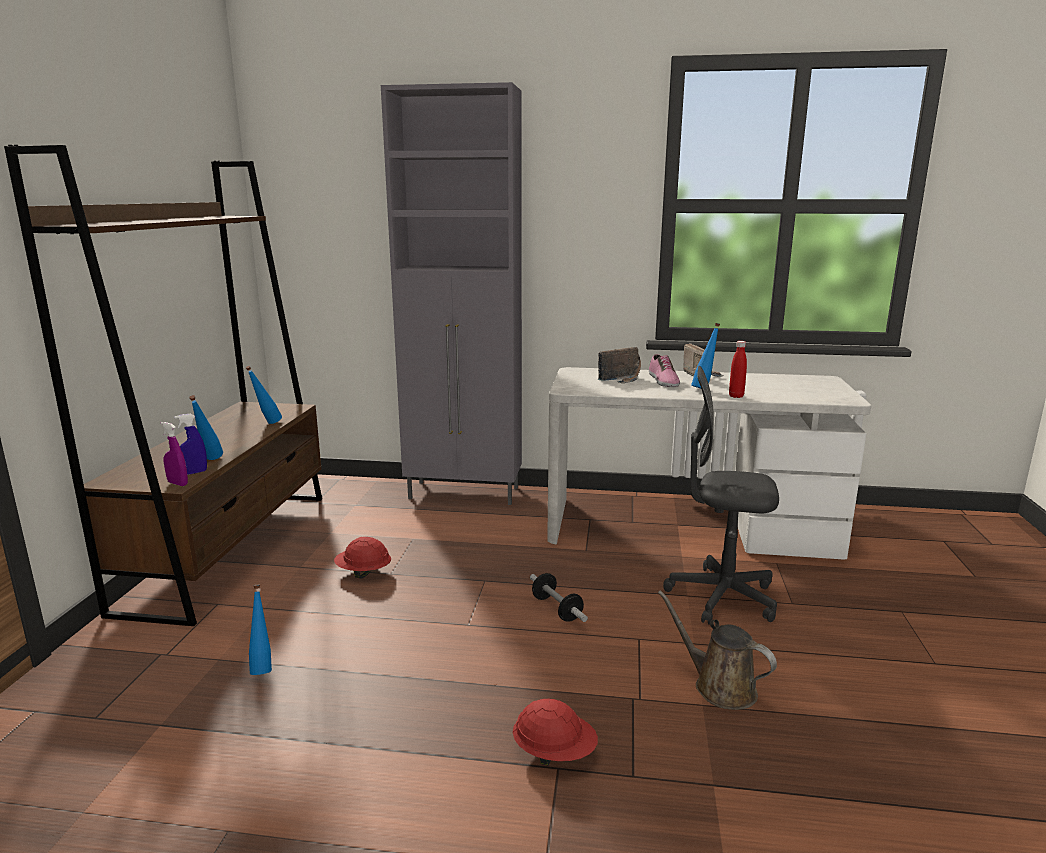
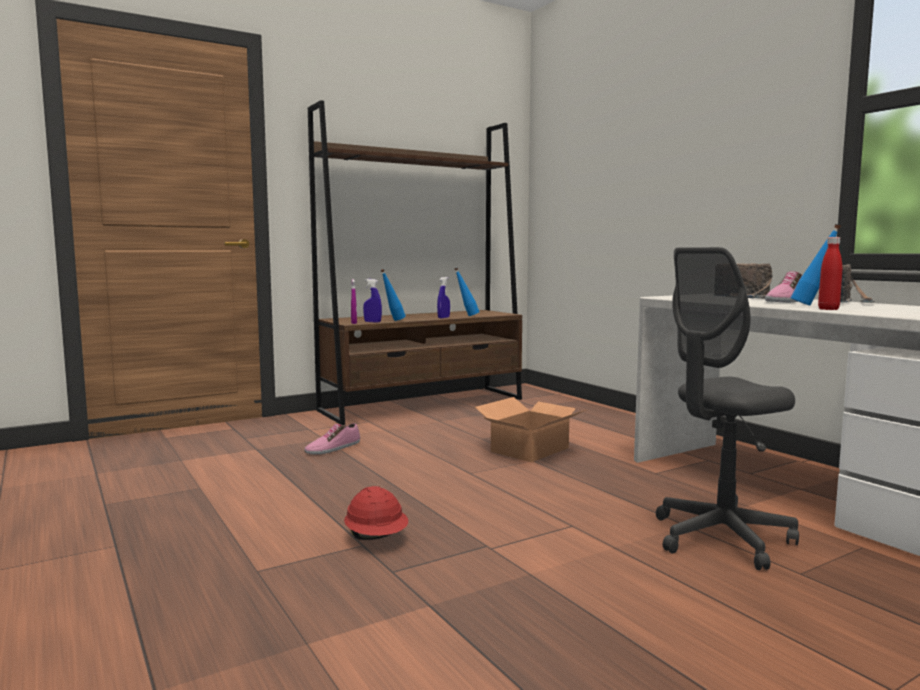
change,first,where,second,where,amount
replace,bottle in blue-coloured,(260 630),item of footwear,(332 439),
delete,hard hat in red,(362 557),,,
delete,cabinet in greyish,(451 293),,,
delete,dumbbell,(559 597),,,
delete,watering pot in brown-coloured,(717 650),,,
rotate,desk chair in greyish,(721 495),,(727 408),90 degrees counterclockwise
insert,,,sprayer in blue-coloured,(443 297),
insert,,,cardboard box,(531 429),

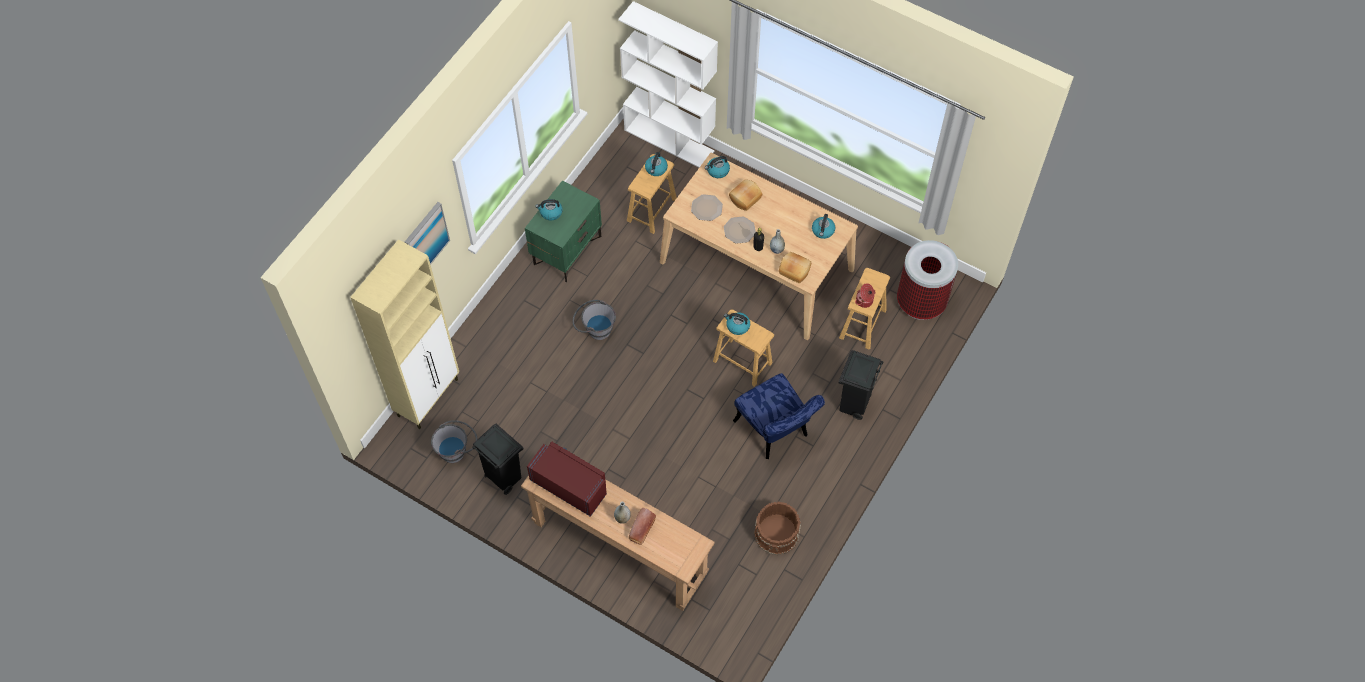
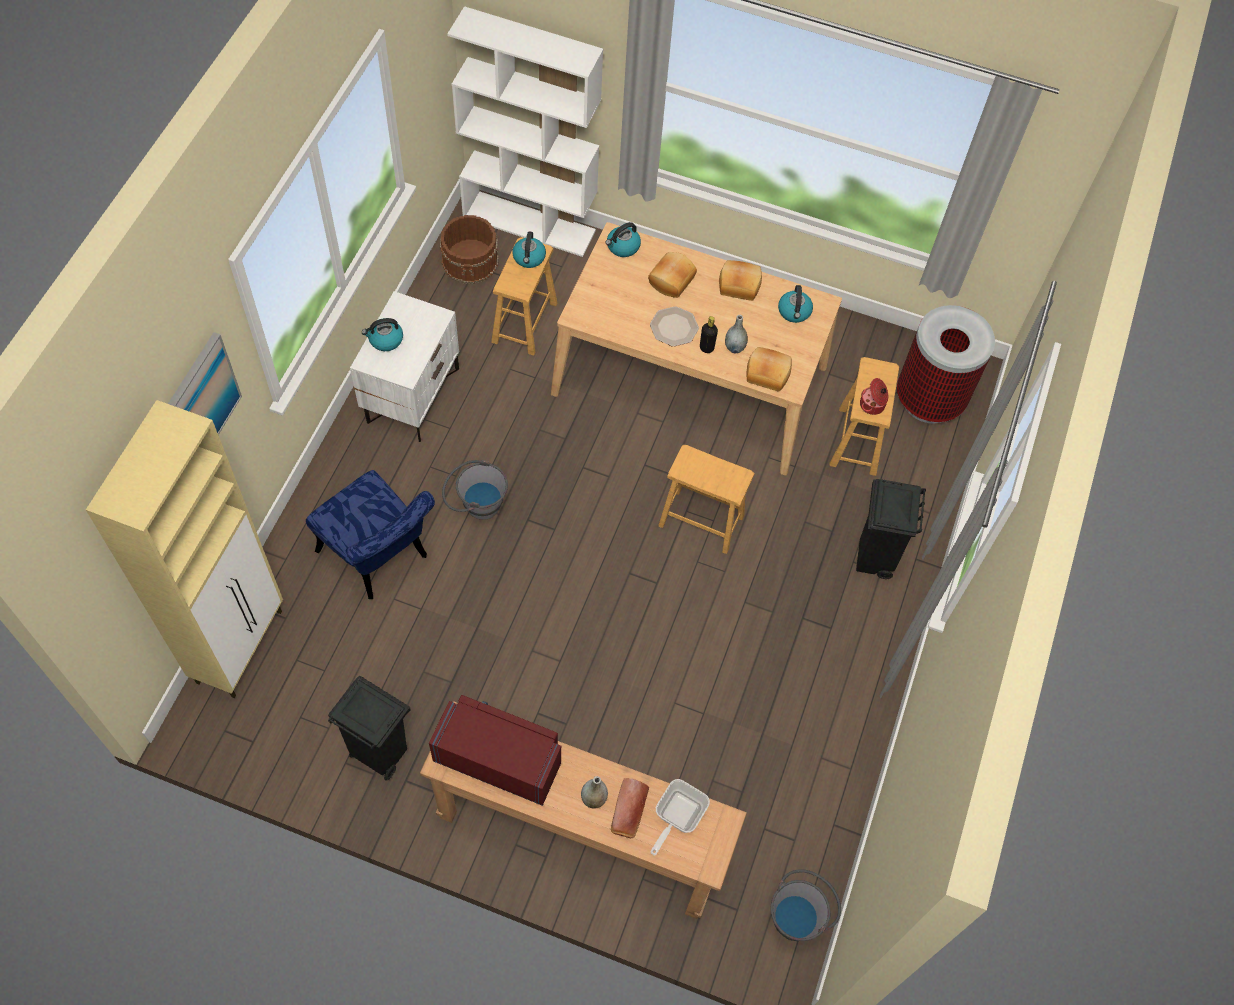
change,first,where,second,where,amount
move,water bucket in greyish,(454 441),,(806 905),
recolor,nightstand in green-coloured,(563 231),nightstand in whitish,(404 366),
delete,dinner plate,(707 207),,,
delete,tea kettle,(737 323),,,
move,plain chair in blue-coloured,(779 416),,(370 534),
move,water bucket in brown-coloured,(777 528),,(469 249),
insert,,,pan,(680 817),
insert,,,baked bread,(740 280),

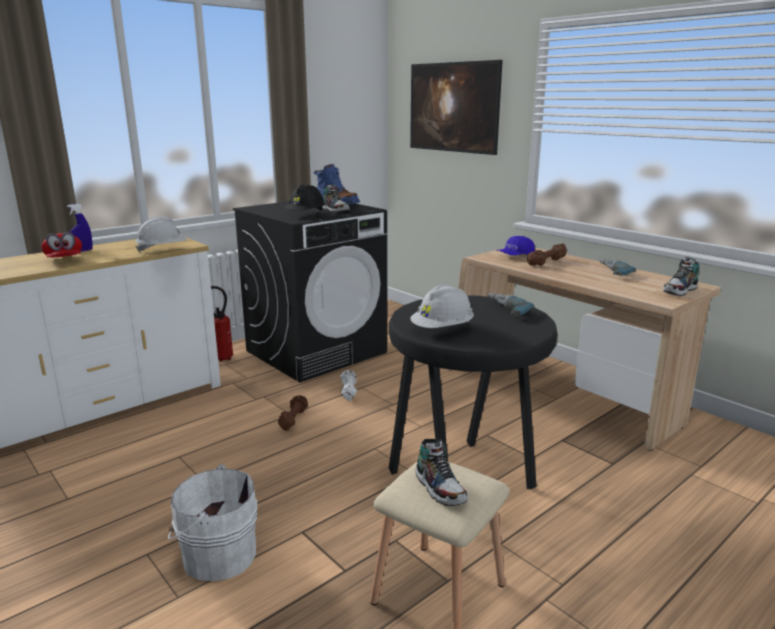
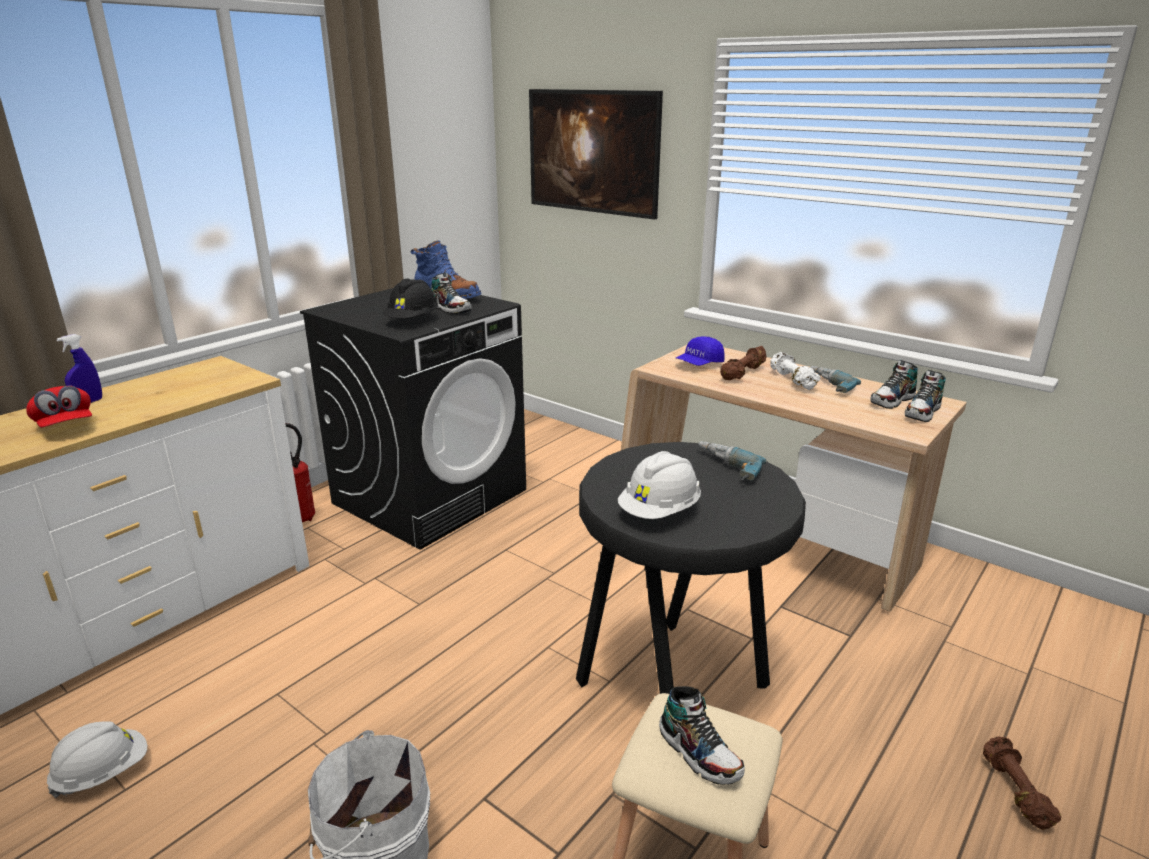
change,first,where,second,where,amount
move,hard hat in whitish,(161 234),,(97 759),
move,dumbbell in brown-coloured,(293 413),,(1022 783),
move,dumbbell in whitish,(348 385),,(796 371),
insert,,,item of footwear,(894 384),

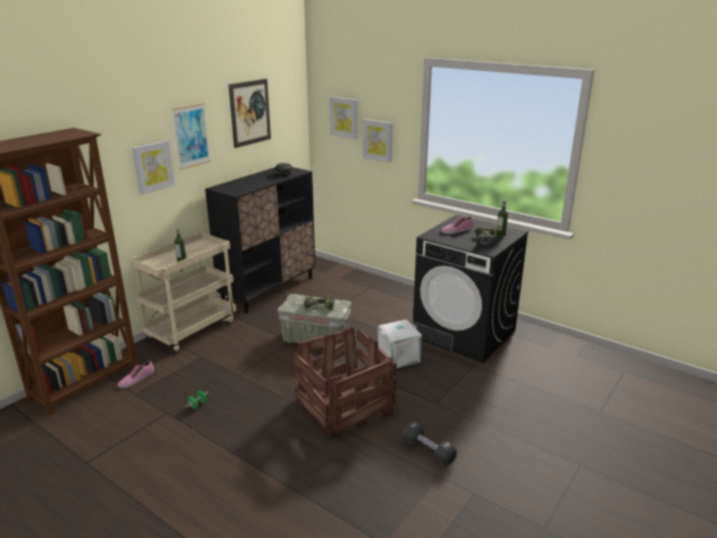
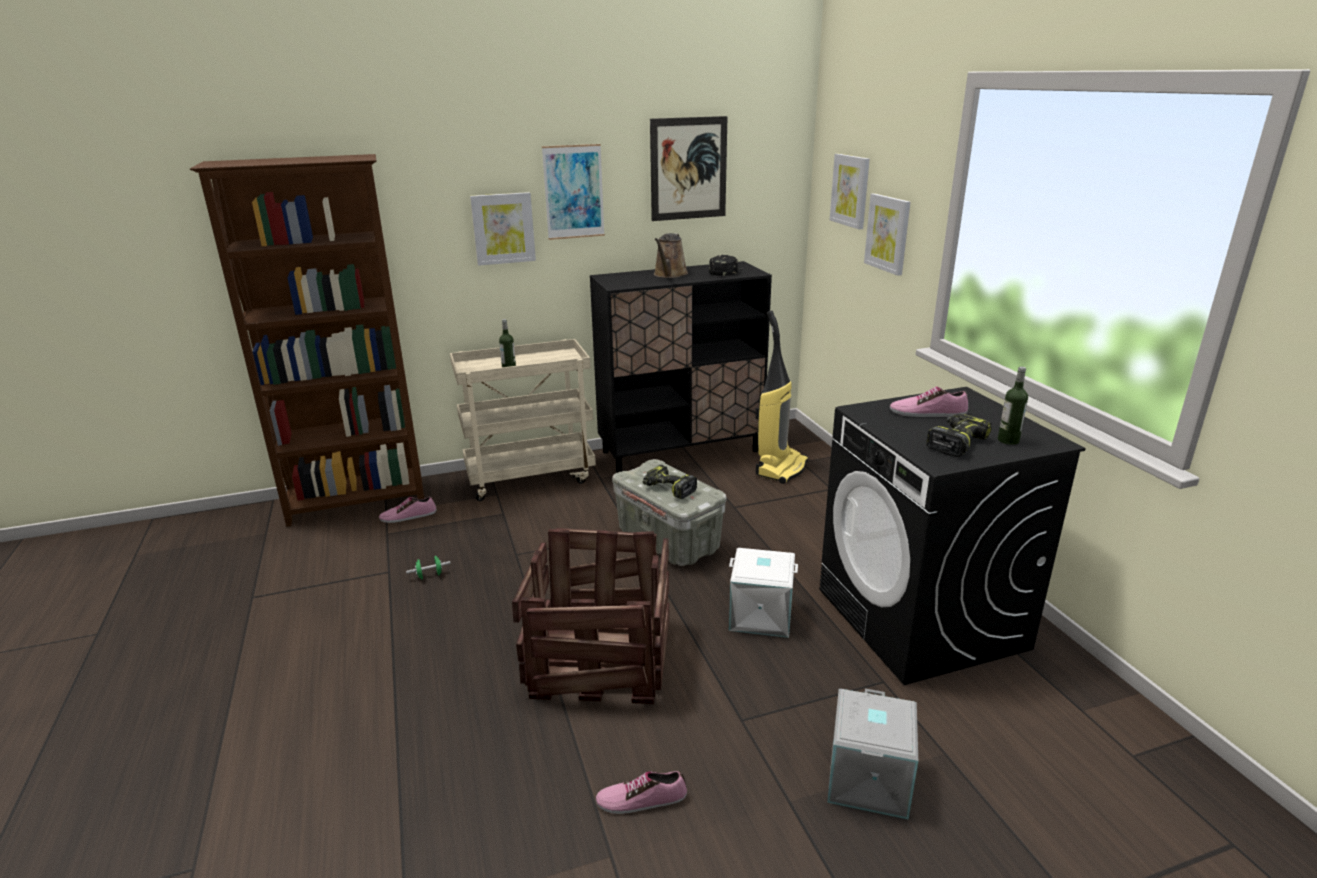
change,first,where,second,where,amount
replace,dumbbell in black,(430 443),item of footwear,(641 792),
insert,,,watering pot in brown-coloured,(671 255),
insert,,,vacuum,(781 397),
insert,,,storage bin in greyish,(872 754),

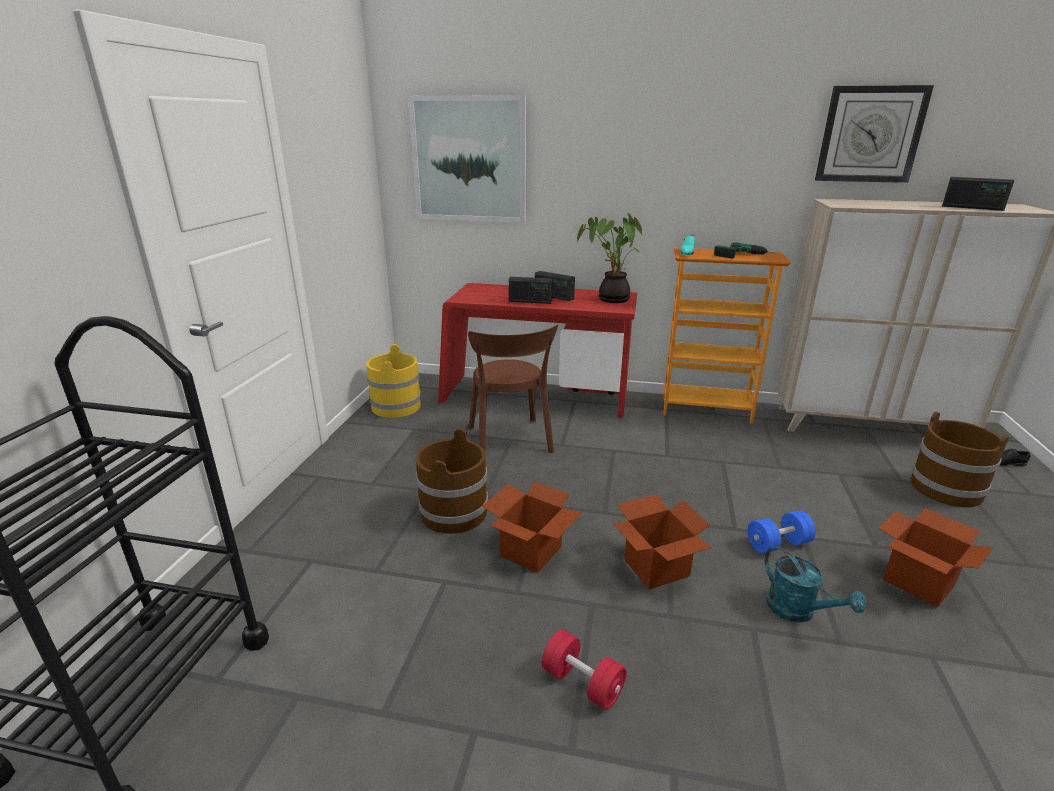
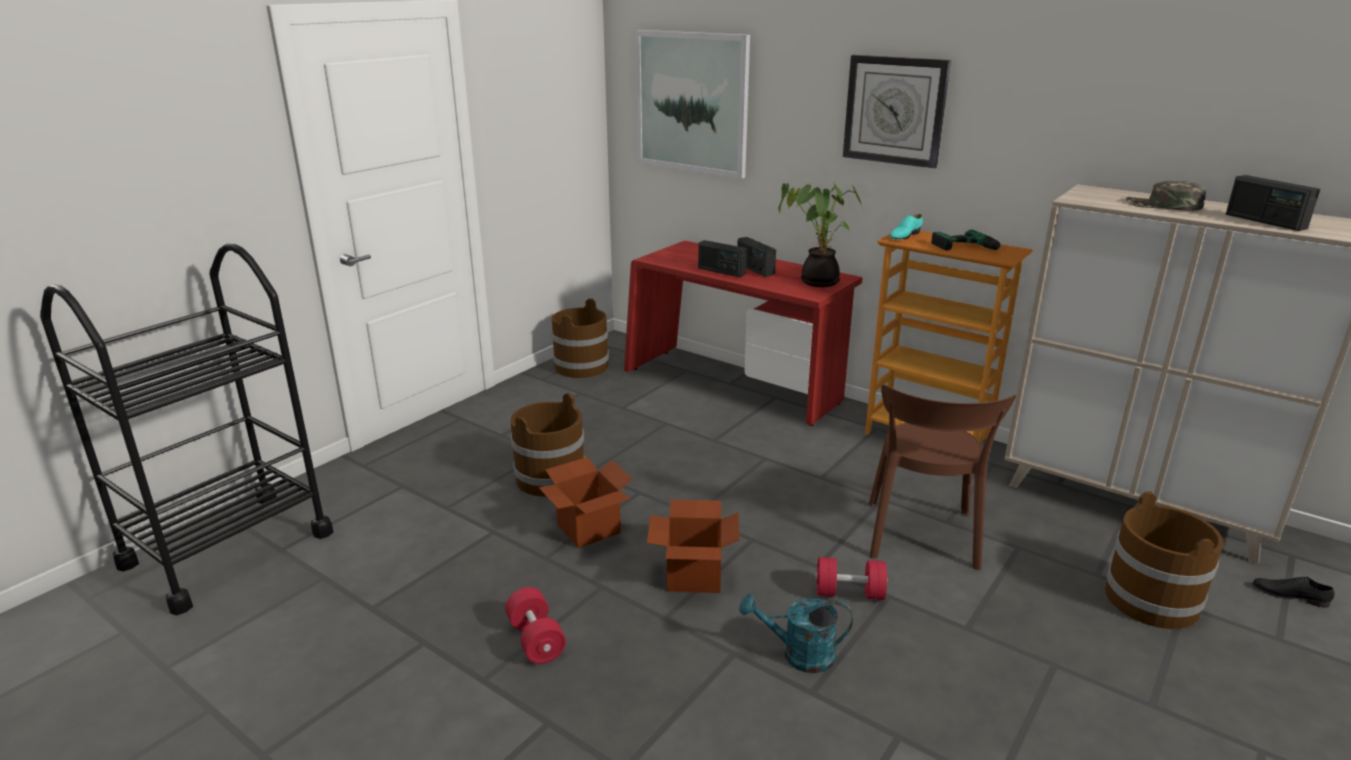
change,first,where,second,where,amount
recolor,water bucket in yellow-coloured,(393 381),water bucket in brown-coloured,(580 338),
move,plain chair in brown-coloured,(513 388),,(942 477),
recolor,dumbbell in blue-coloured,(781 532),dumbbell in red,(851 578),
rotate,watering pot in blue-green,(815 584),,(796 633),105 degrees clockwise
move,wall clock,(874 134),,(897 112),
delete,cardboard box,(936 558),,,
insert,,,baseball cap in green-coloured,(1166 196),

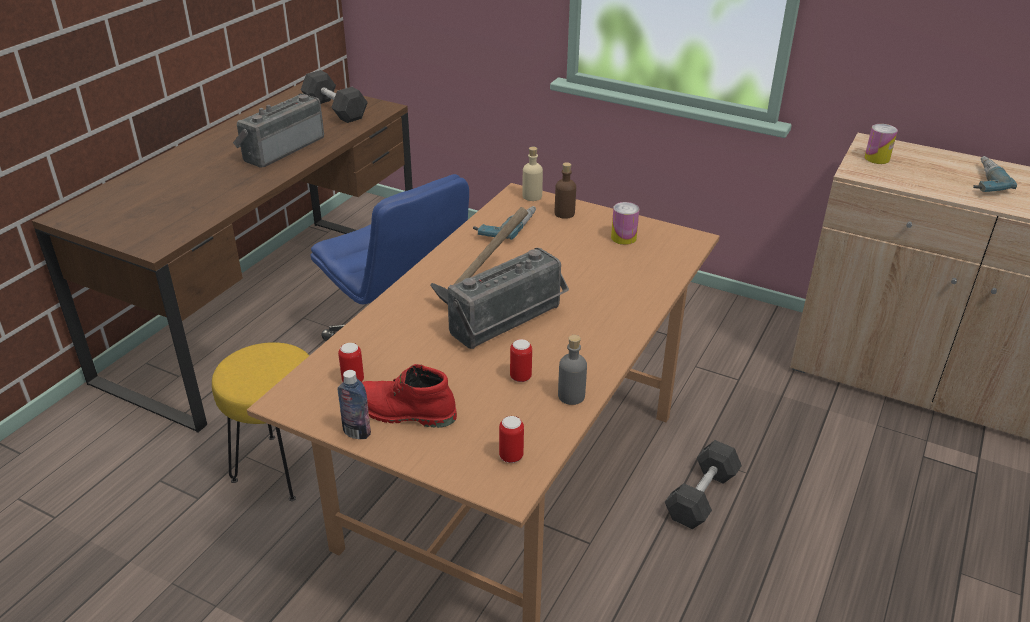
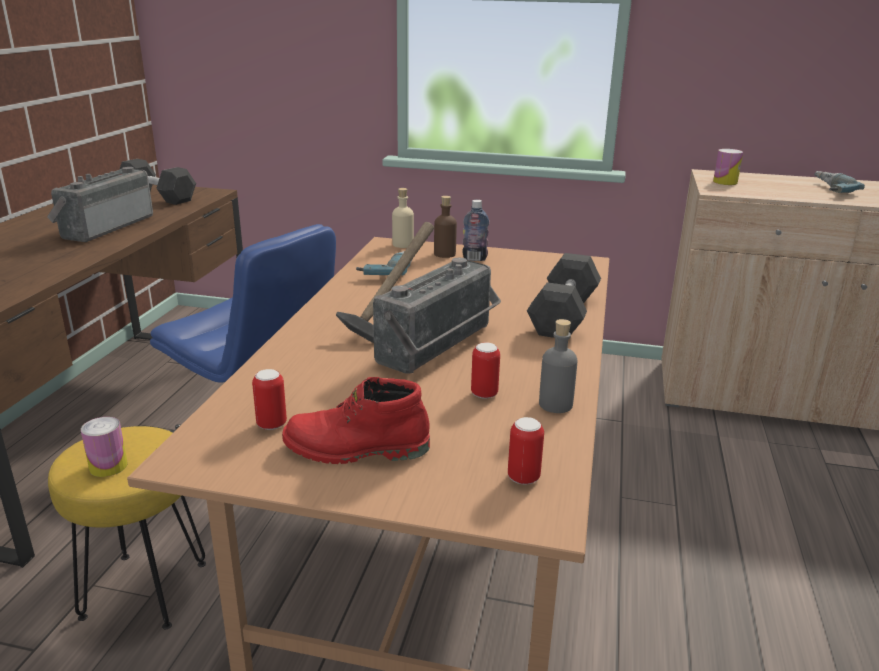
change,first,where,second,where,amount
move,bottle,(354 404),,(475 230),
move,metal can,(625 223),,(104 447),
move,dumbbell in greyish,(703 484),,(564 295),

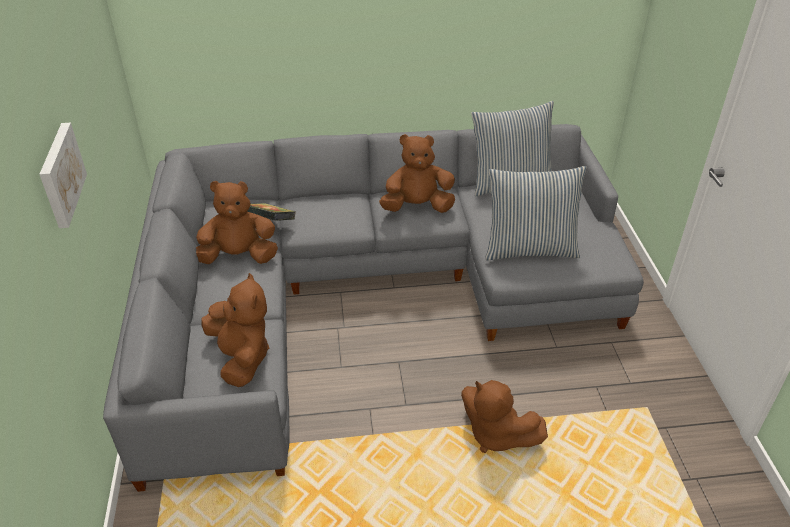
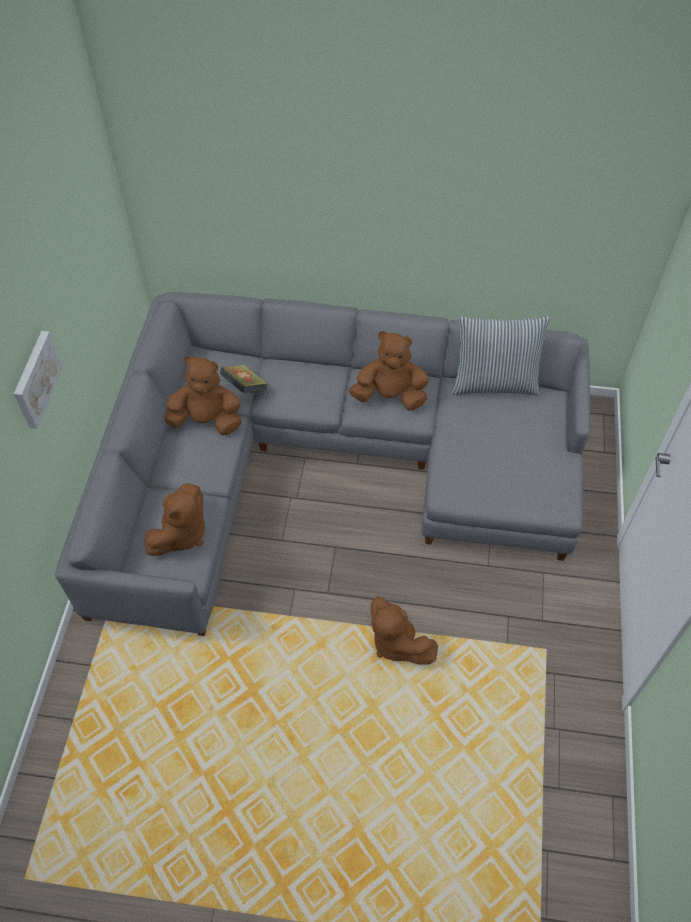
change,first,where,second,where,amount
rotate,soft toy in brown-coloured,(235 330),,(175 519),45 degrees clockwise
delete,pillow,(535 213),,,

